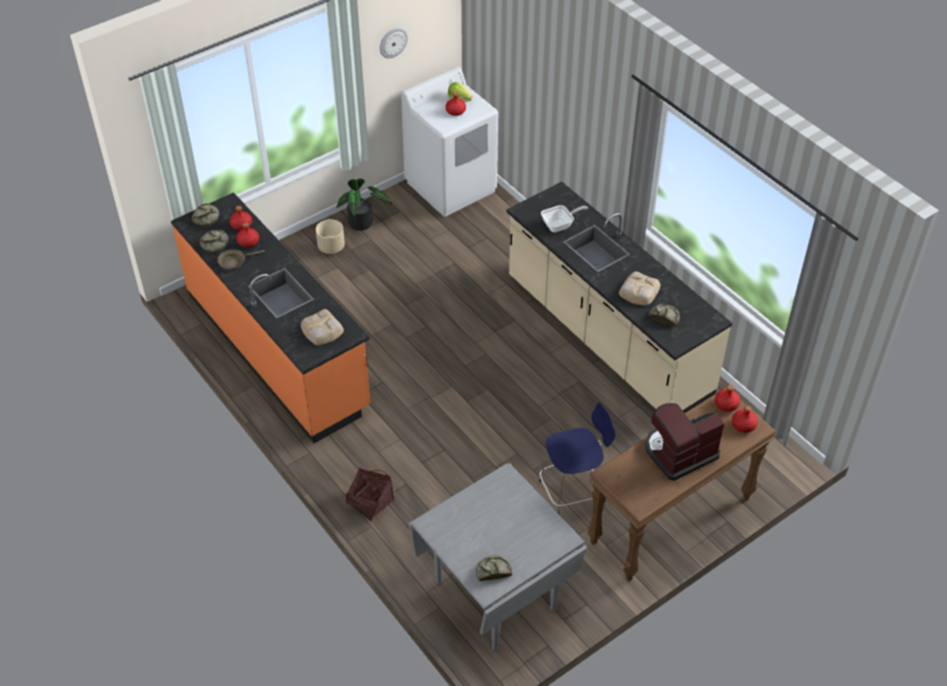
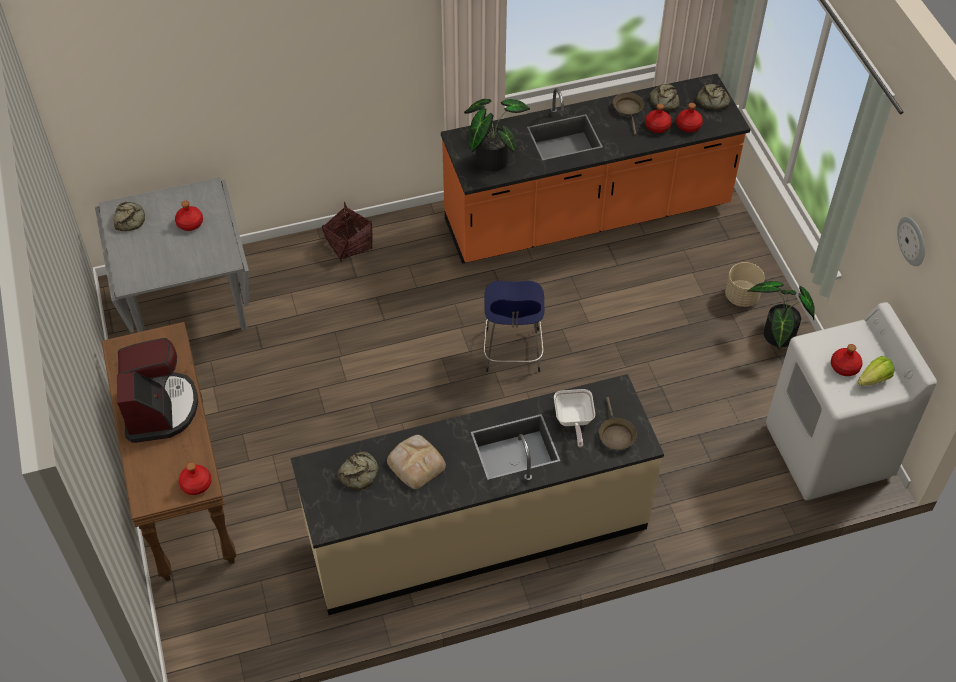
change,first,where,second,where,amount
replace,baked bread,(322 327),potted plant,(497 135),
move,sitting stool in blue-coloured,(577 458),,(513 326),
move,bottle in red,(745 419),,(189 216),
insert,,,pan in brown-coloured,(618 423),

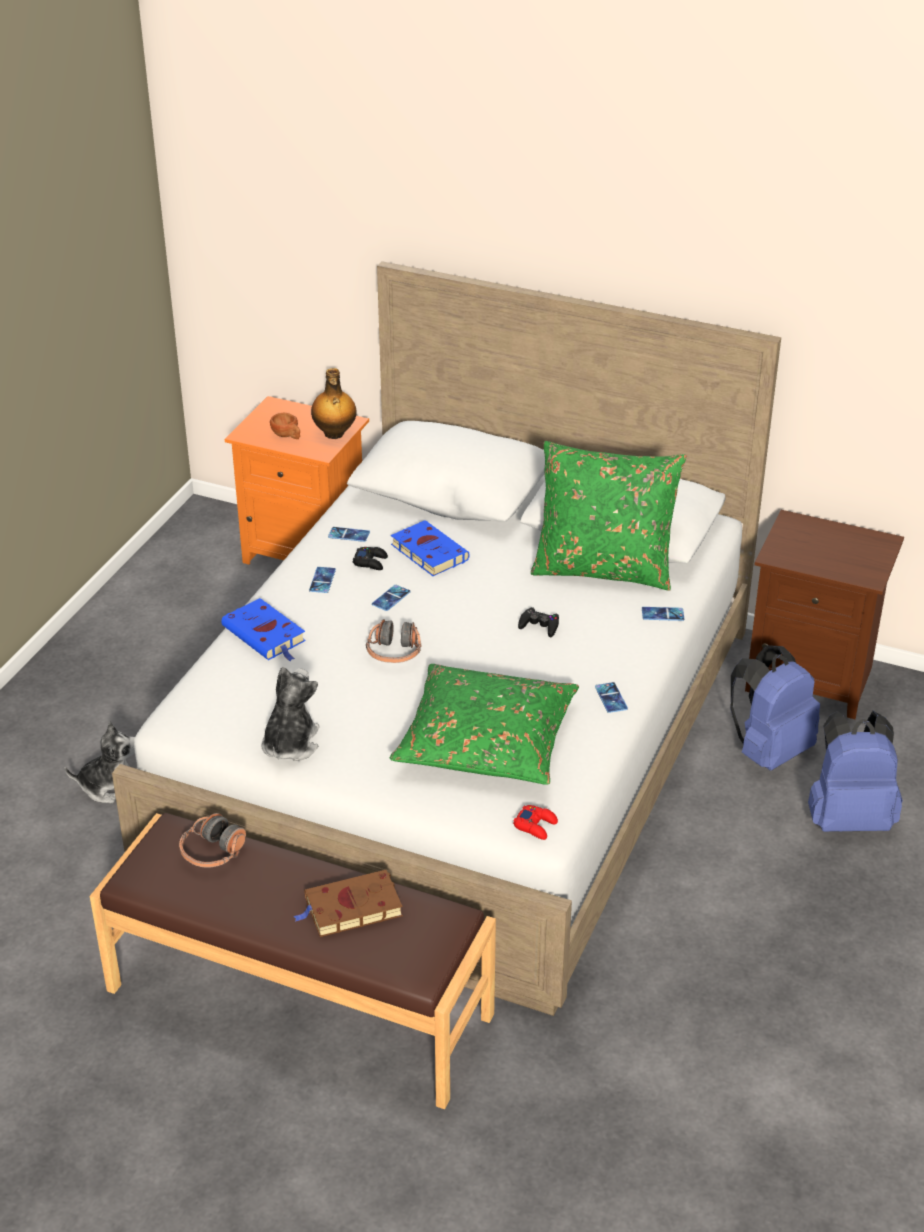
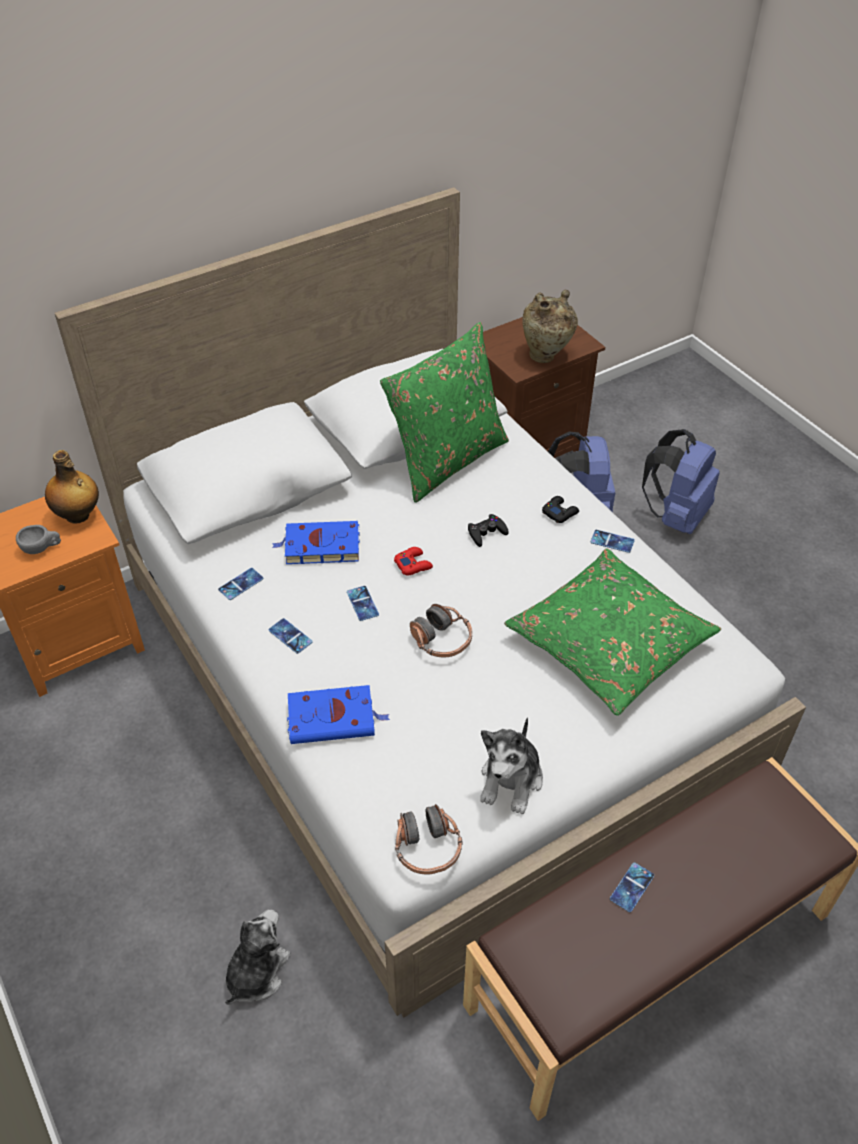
change,first,where,second,where,amount
move,pair of headphones,(212 840),,(429 839),
rotate,soft toy,(290 714),,(511 765),120 degrees counterclockwise
recolor,cup in brown-coloured,(285 426),cup in greyish,(38 539),
delete,book in brown-coloured,(348 903),,,
move,gamepad in black,(370 558),,(560 509),
move,gamepad in red,(535 822),,(413 561),
move,handset,(663 614),,(632 887),
insert,,,vase in sand-coloured,(550 326),

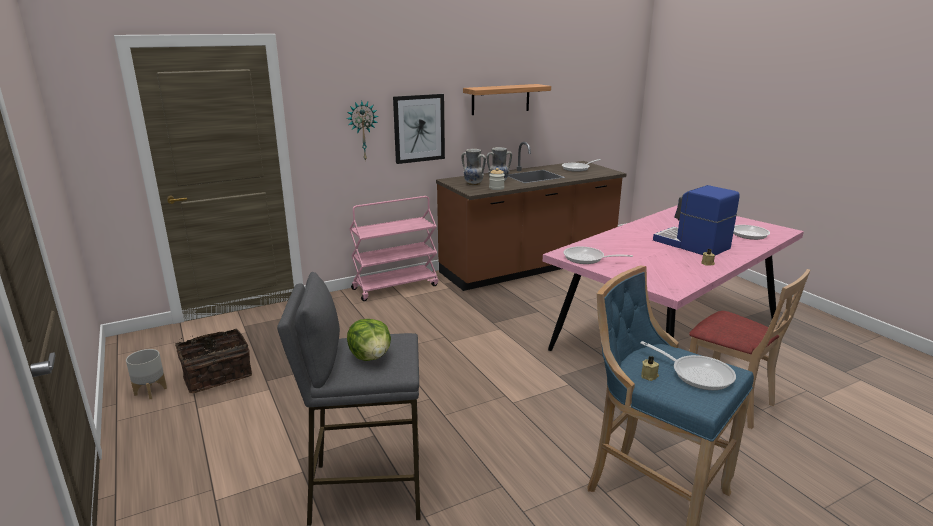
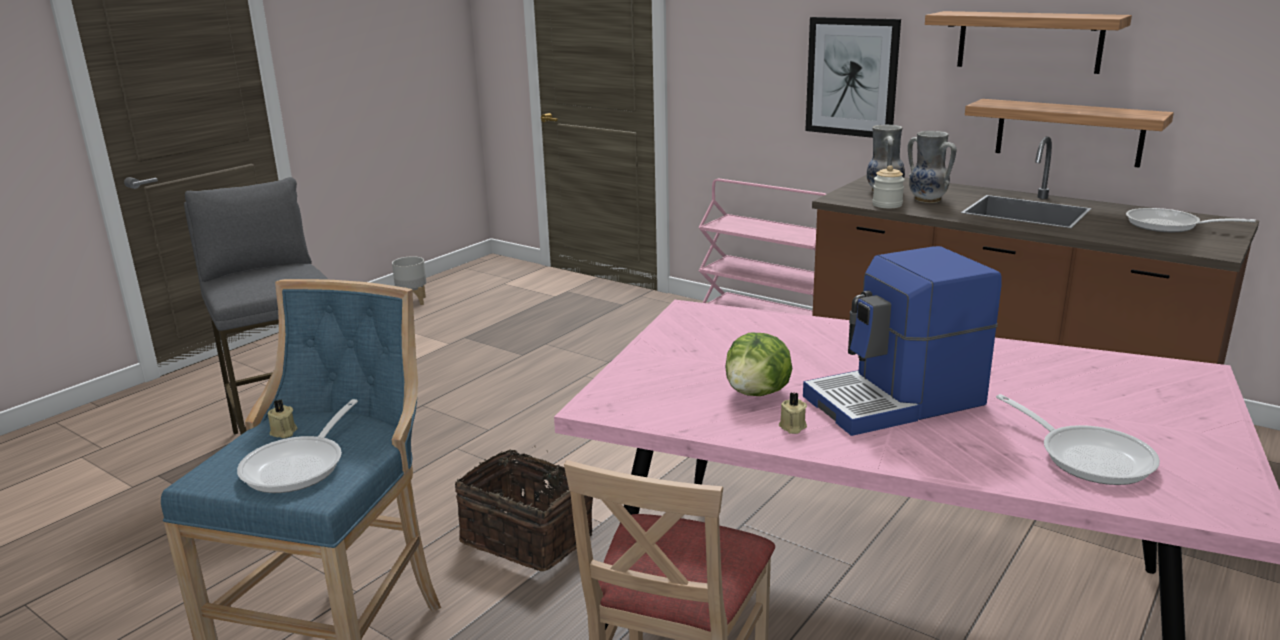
change,first,where,second,where,amount
move,household basket,(213 361),,(524 508),
delete,wall clock,(363 131),,,
move,lettuce head,(369 340),,(758 364),
delete,pan,(598 255),,,
rotate,coffee brewer,(696 220),,(902 341),135 degrees counterclockwise
insert,,,wall shelf,(1069 133),

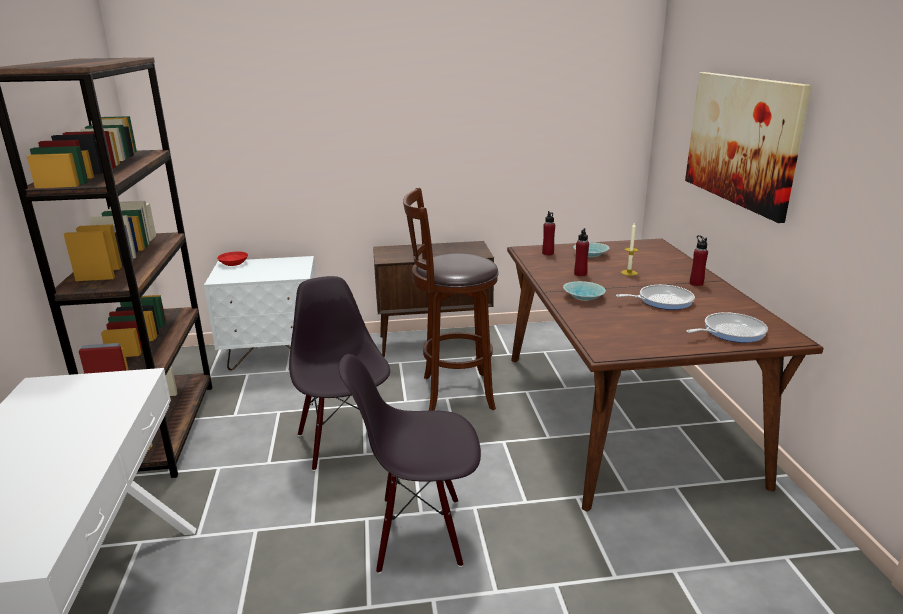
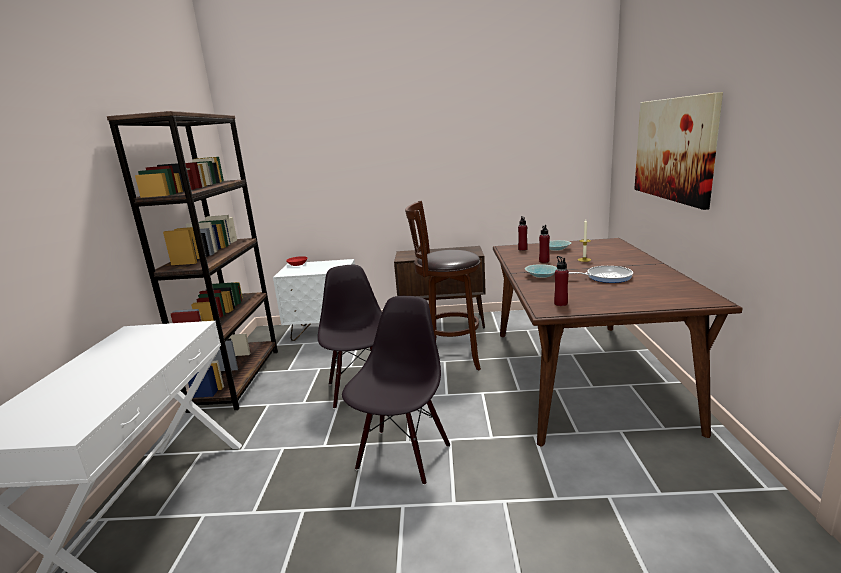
change,first,where,second,where,amount
rotate,plain chair in black,(409 464),,(396 390),105 degrees clockwise
delete,pan,(727 327),,,
move,bottle in red,(699 260),,(561 281),

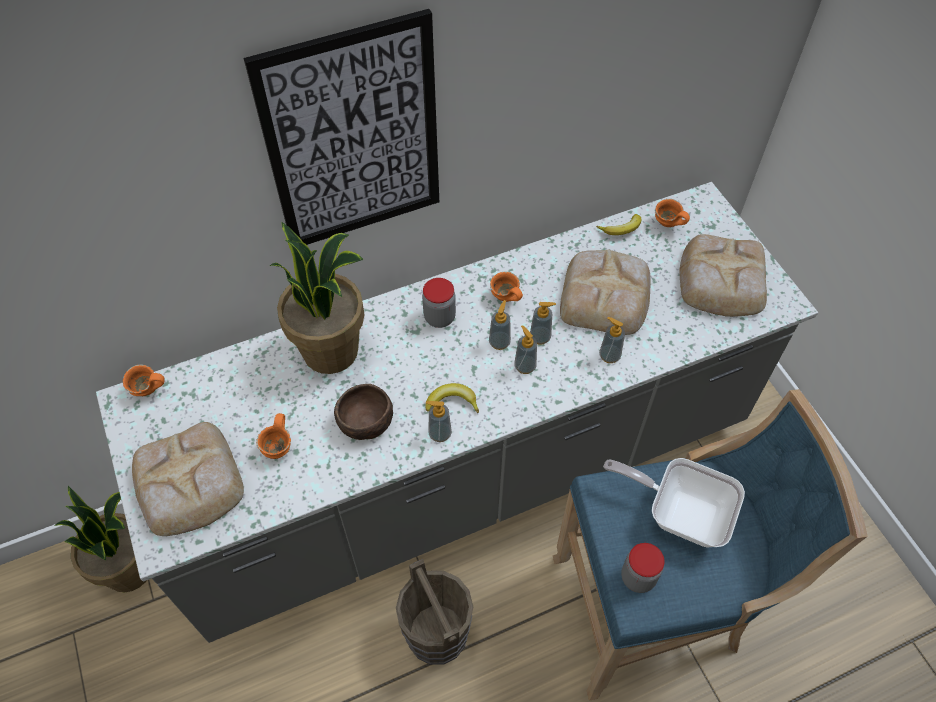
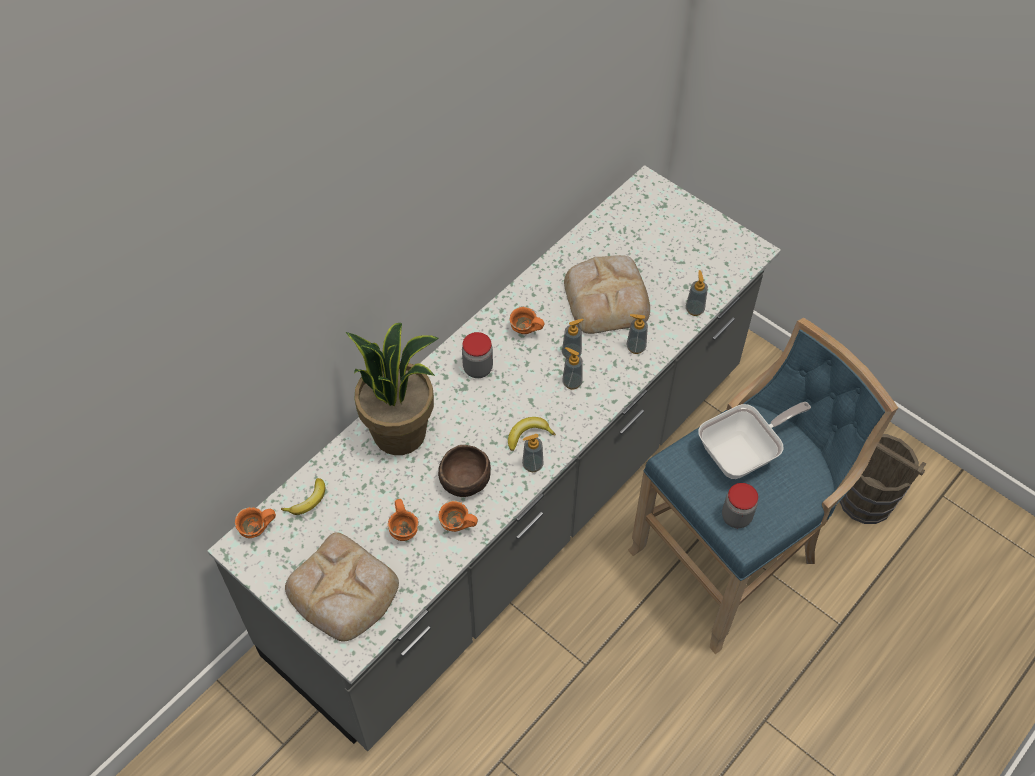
change,first,where,second,where,amount
delete,potted plant,(100 539),,,
delete,picture,(341 127),,,
move,water bucket in brown-coloured,(434 612),,(883 479),
move,soap dispenser,(500 325),,(697 293),
move,banana,(618 224),,(303 496),
rotate,pan,(674 503),,(754 440),150 degrees clockwise
move,mug in orange,(672 213),,(458 516),
delete,baked bread,(723 275),,,

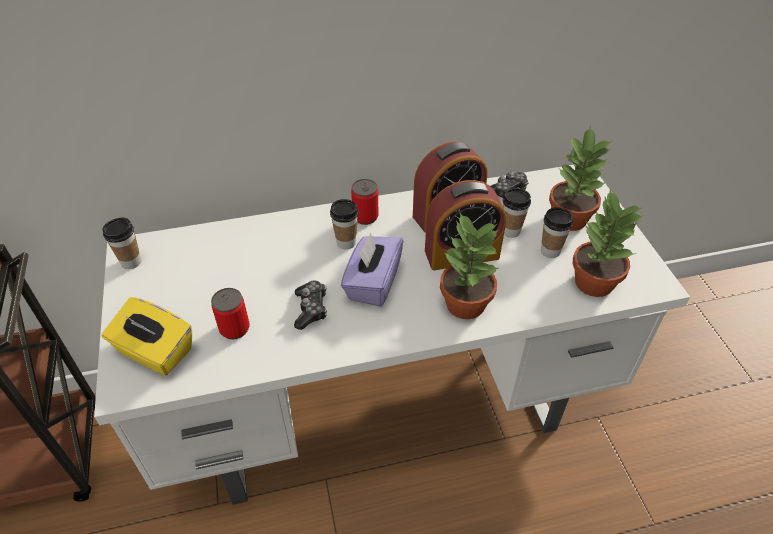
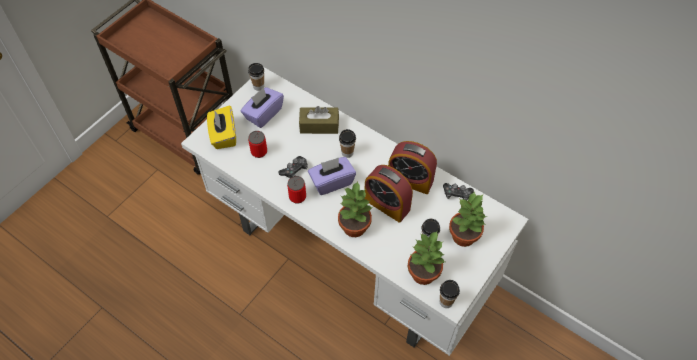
change,first,where,second,where,amount
move,metal can,(364 202),,(296 190),
move,cup,(517 213),,(450 294),
insert,,,box of tissues in purple-coloured,(262 107),
insert,,,box of tissues in brown-coloured,(319 120),

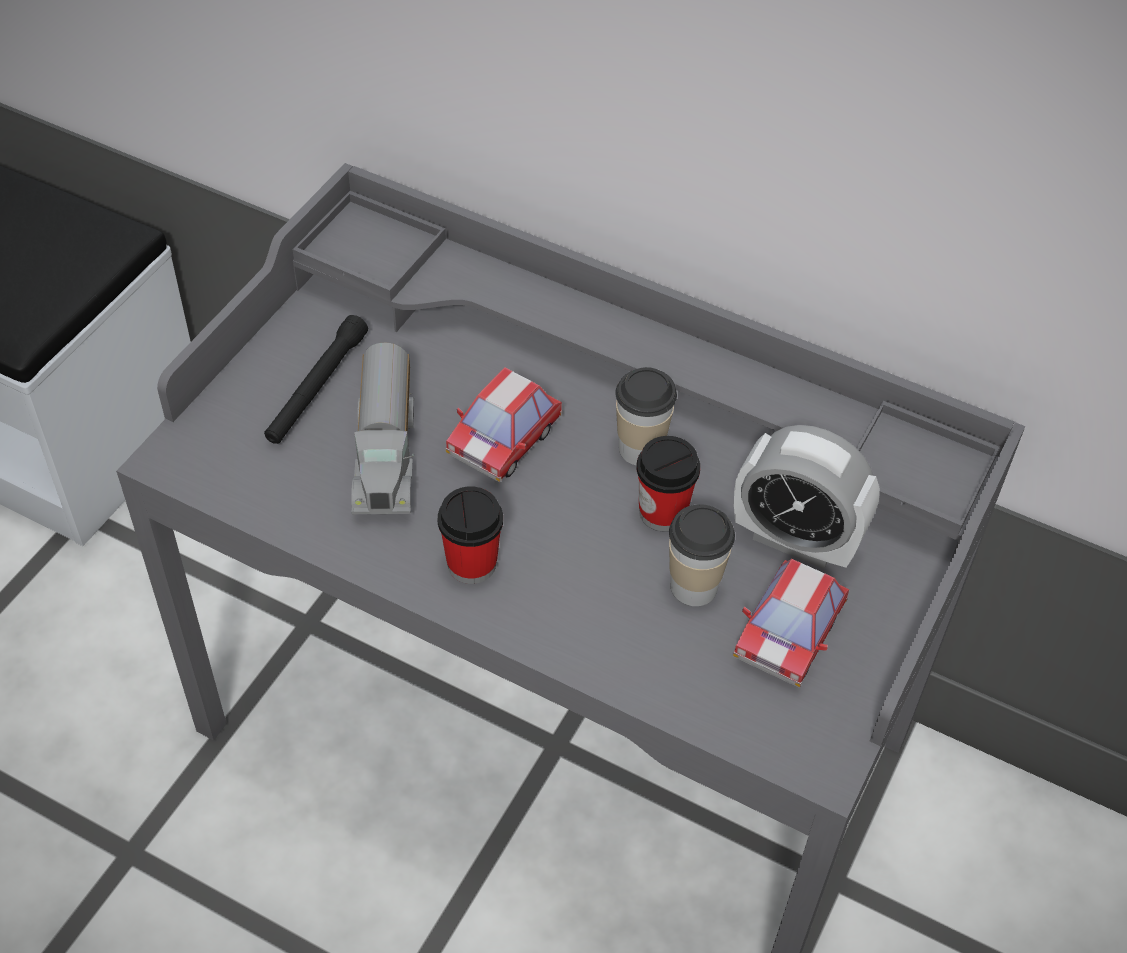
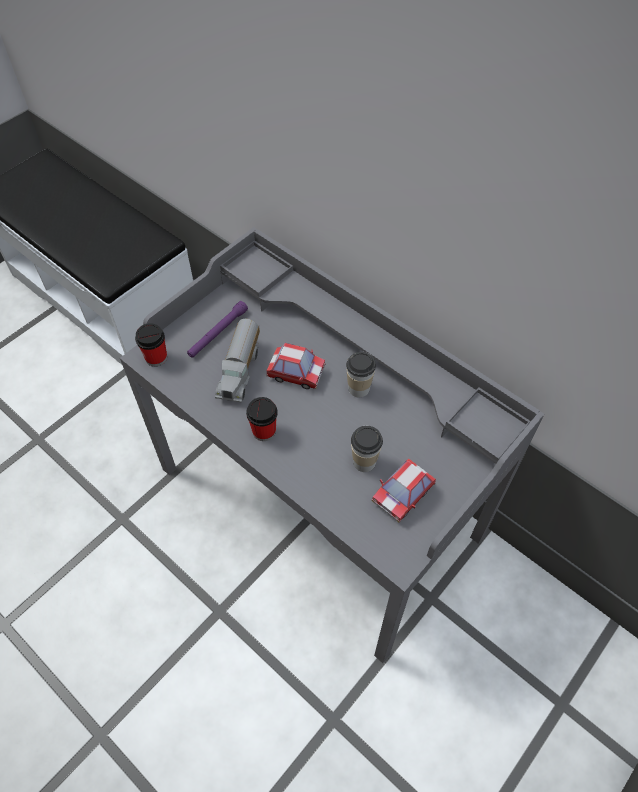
change,first,where,second,where,amount
recolor,torch in black,(316 379),torch in purple-coloured,(217 329),
rotate,toy car,(503 425),,(295 366),120 degrees counterclockwise
move,cup,(668 484),,(151 345),
delete,table clock,(807 497),,,

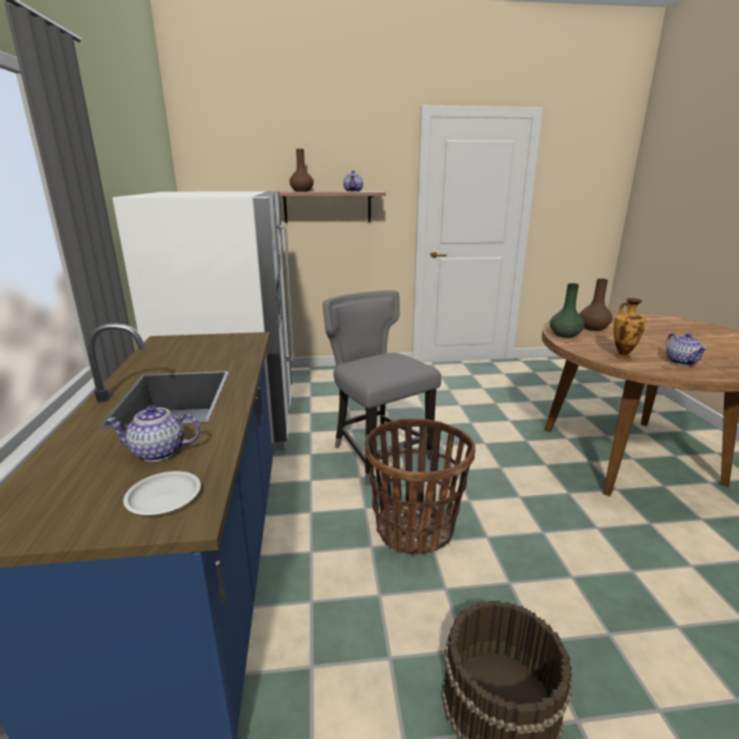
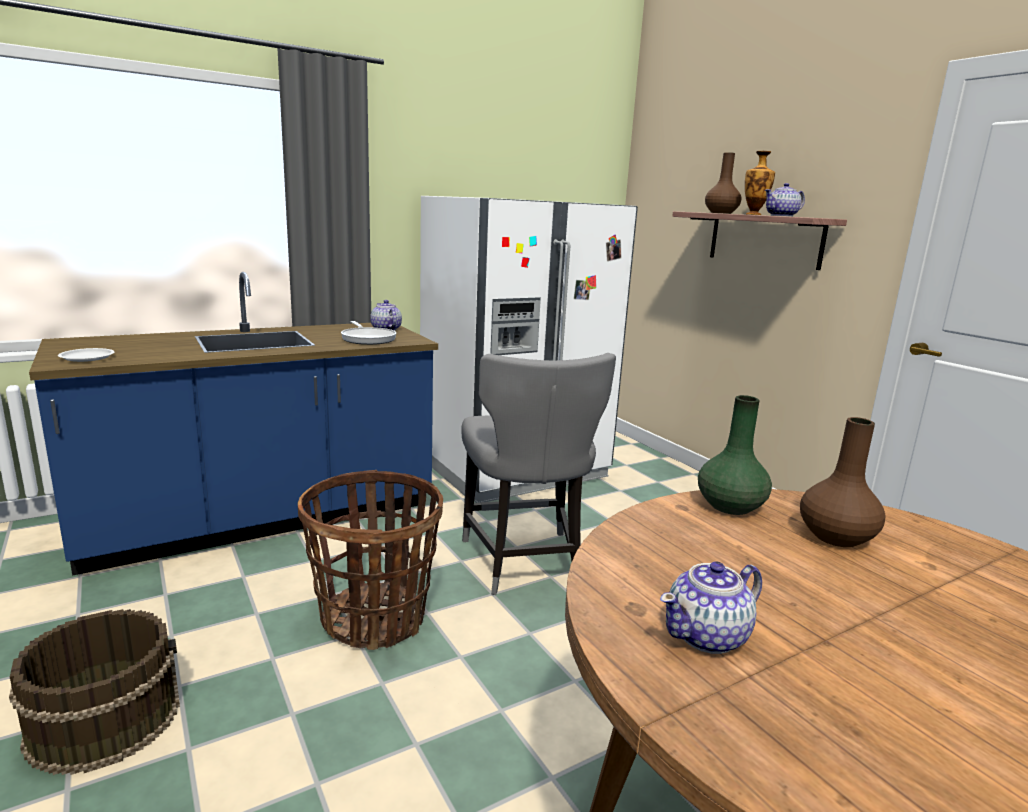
change,first,where,second,where,amount
move,tea pot,(153 433),,(386 315),
rotate,plain chair in greyish,(382 387),,(538 474),135 degrees clockwise
move,vase,(629 329),,(760 183),
insert,,,pan,(369 333),

